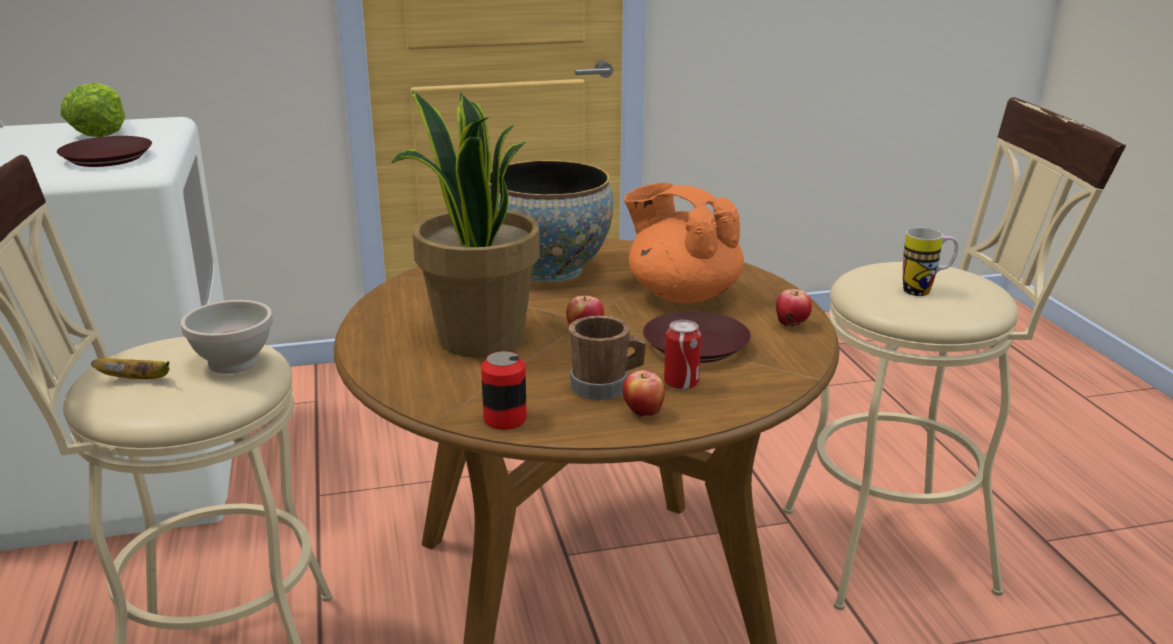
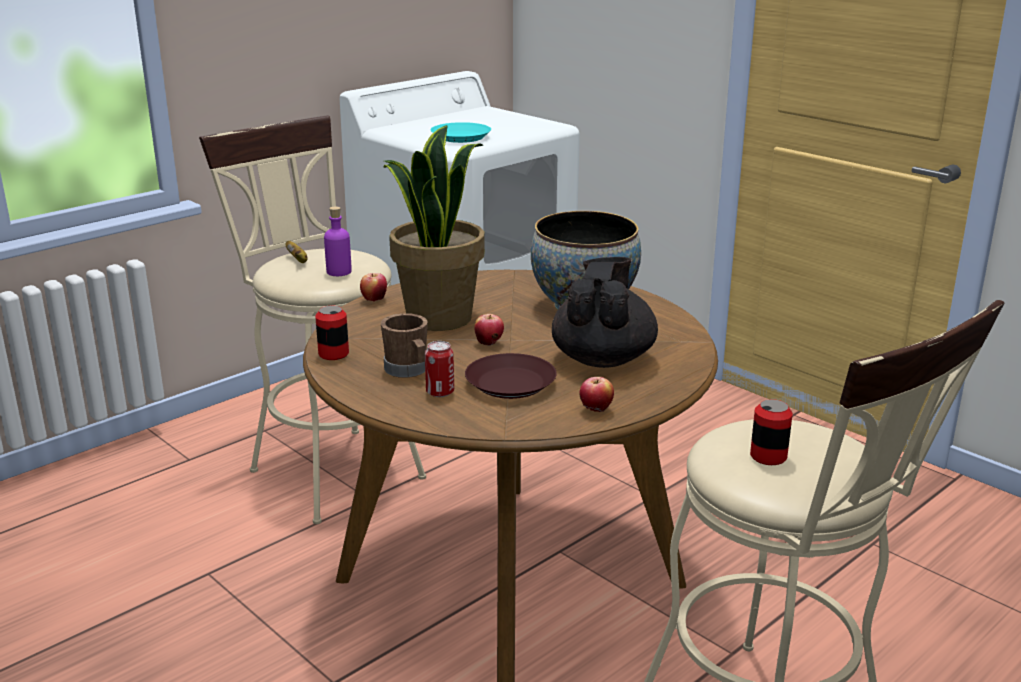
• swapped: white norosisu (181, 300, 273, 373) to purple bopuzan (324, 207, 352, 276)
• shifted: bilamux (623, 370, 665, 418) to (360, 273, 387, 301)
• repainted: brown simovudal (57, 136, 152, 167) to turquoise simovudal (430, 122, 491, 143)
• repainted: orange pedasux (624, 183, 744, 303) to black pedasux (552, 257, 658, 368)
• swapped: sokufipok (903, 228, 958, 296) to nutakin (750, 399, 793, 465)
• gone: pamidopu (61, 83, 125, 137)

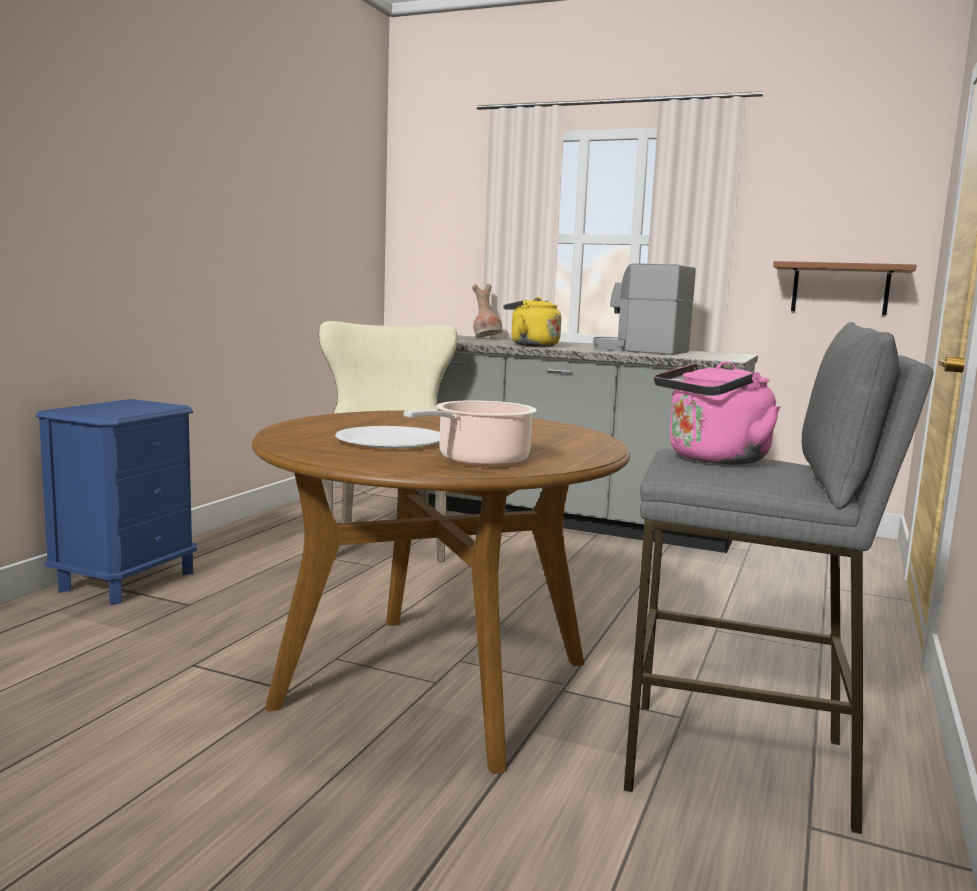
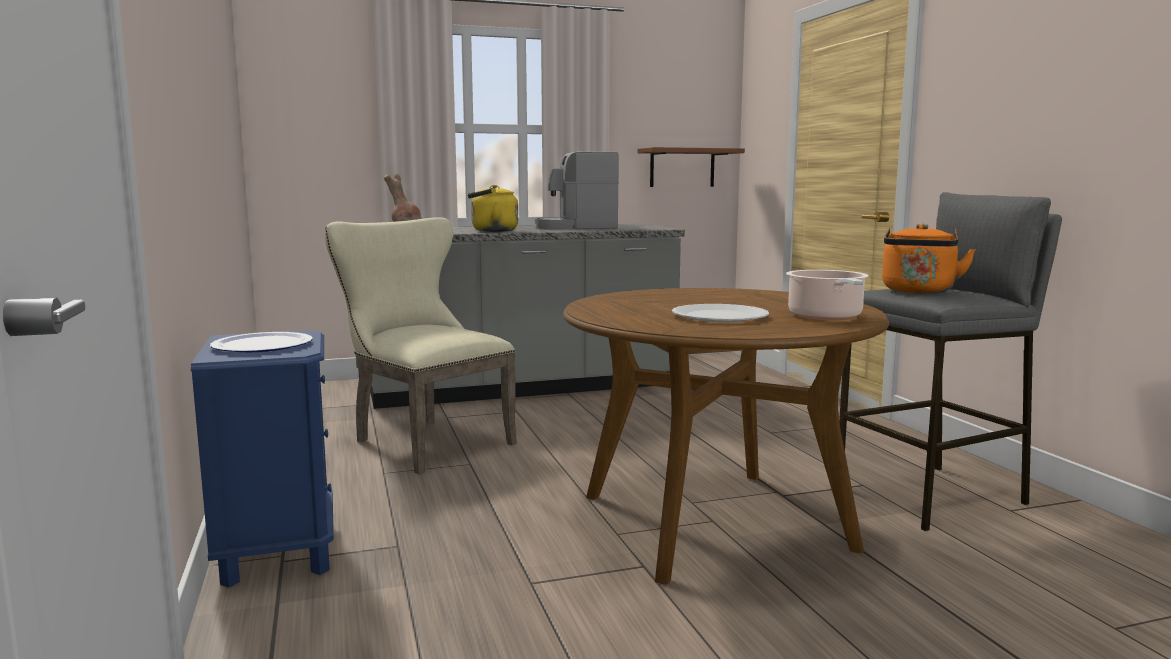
• new: simovudal (210, 332, 313, 352)
• repainted: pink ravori (654, 361, 780, 464) to orange ravori (882, 223, 976, 294)

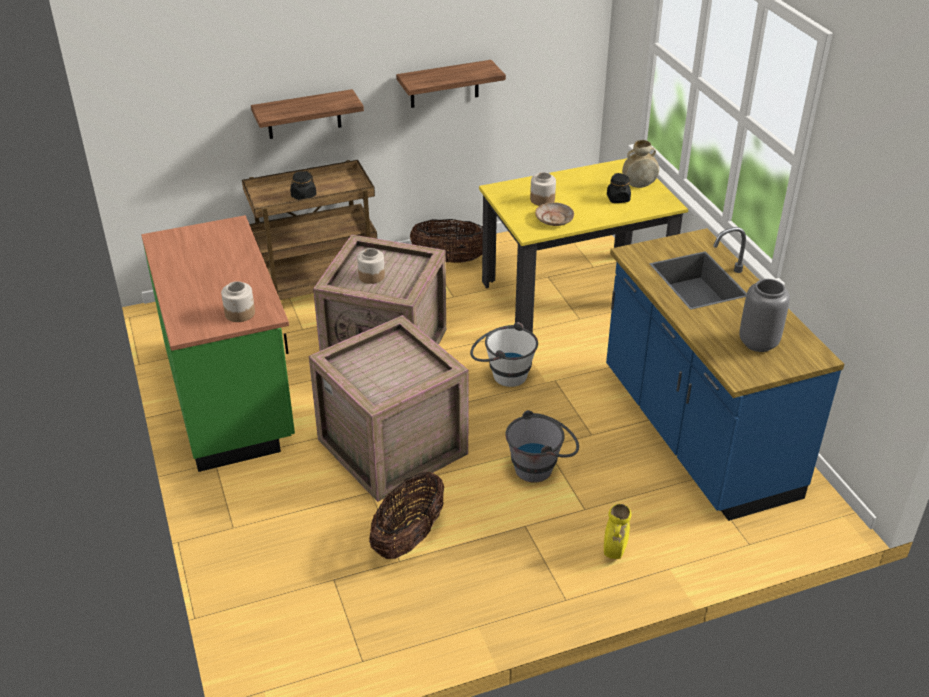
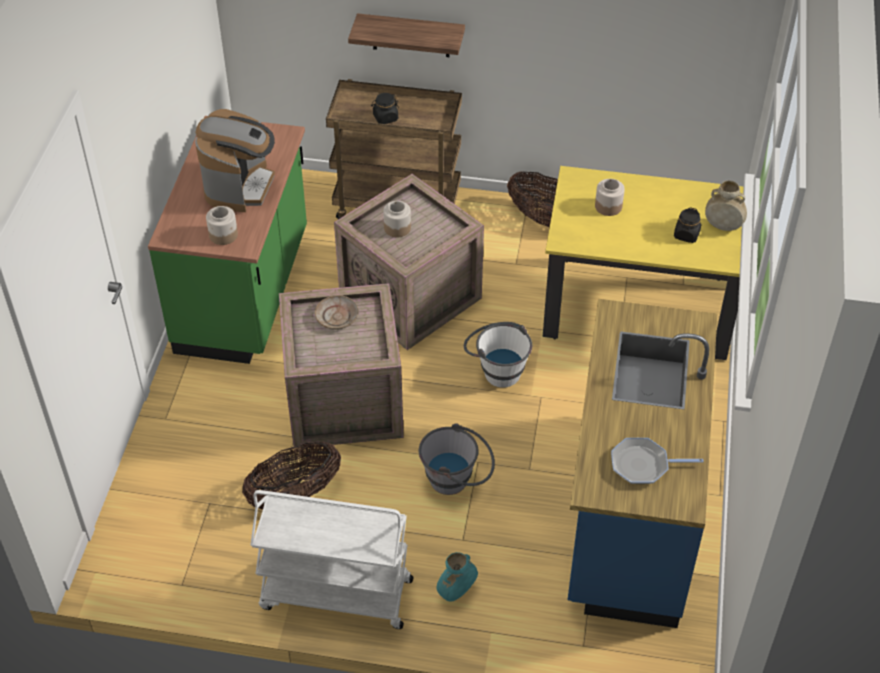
• new: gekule (195, 109, 275, 212)
• new: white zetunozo (250, 490, 413, 629)
• shifted: beige simovudal (535, 202, 574, 226) to (315, 295, 359, 330)
• repainted: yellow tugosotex (604, 504, 631, 559) to turquoise tugosotex (436, 552, 478, 602)
• swapped: grey tugosotex (739, 279, 790, 352) to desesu (611, 438, 704, 484)
• gone: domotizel (396, 60, 506, 108)

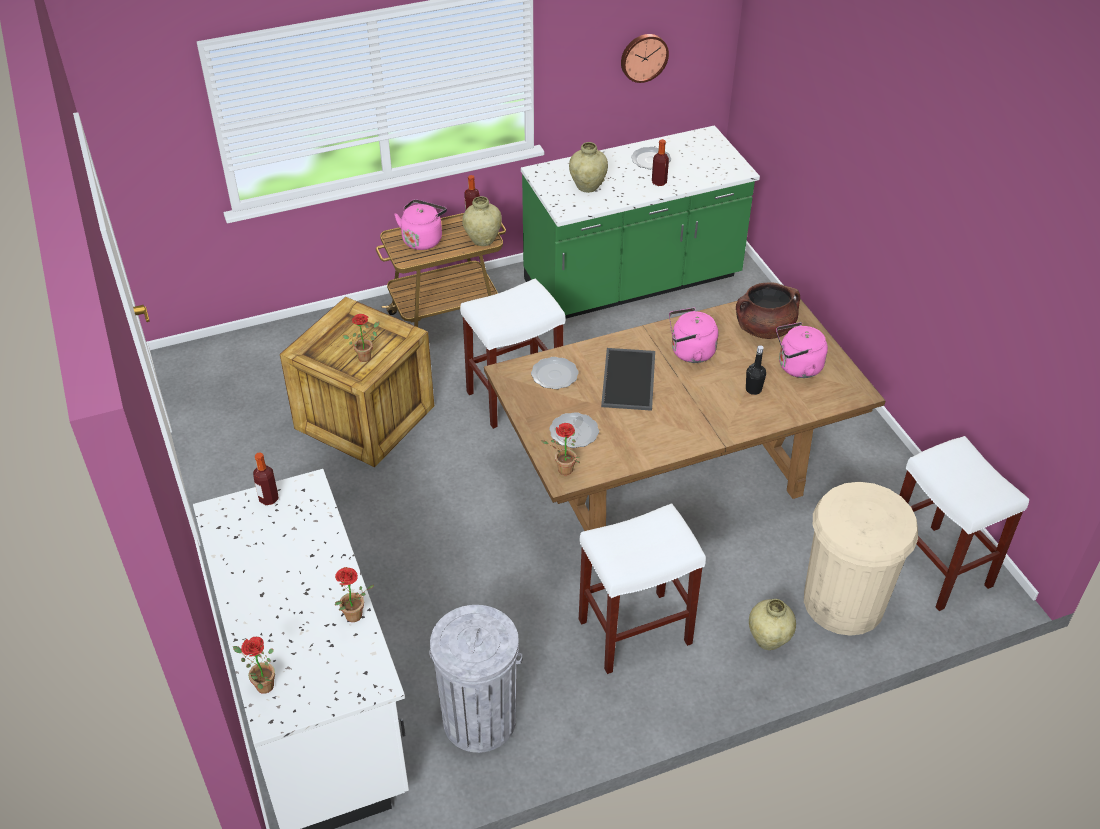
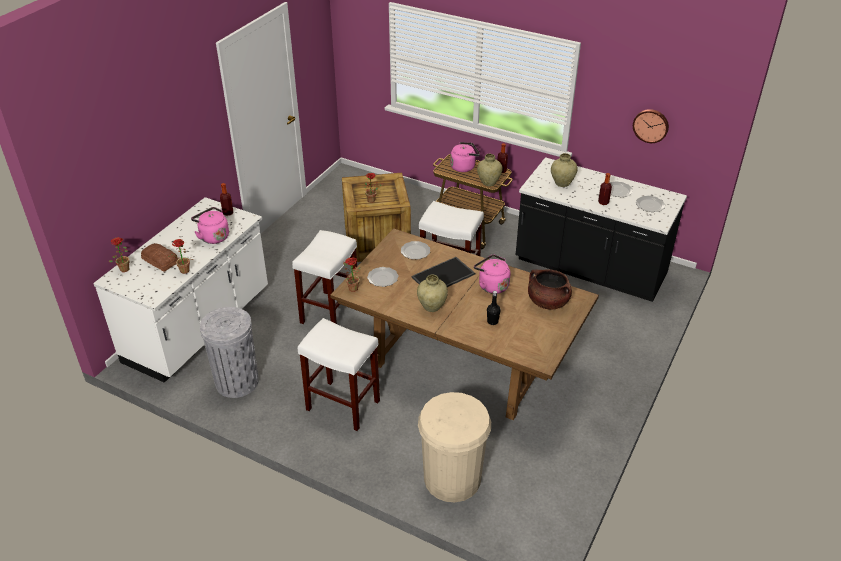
• new: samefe (141, 243, 178, 272)
• shifted: pink ravori (776, 322, 828, 378) to (191, 207, 229, 244)
• shifted: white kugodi (900, 436, 1029, 611) to (292, 230, 357, 324)
• shifted: beige tugosotex (749, 599, 796, 650) to (417, 275, 448, 312)
• repainted: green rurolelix (521, 125, 760, 319) to black rurolelix (516, 157, 687, 302)
• new: simovudal (636, 196, 665, 212)

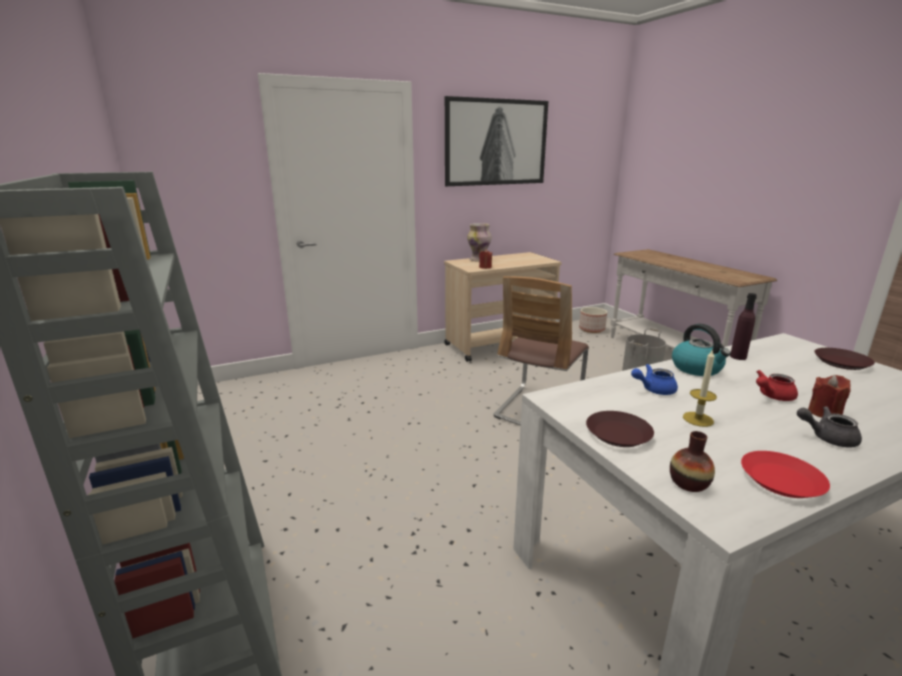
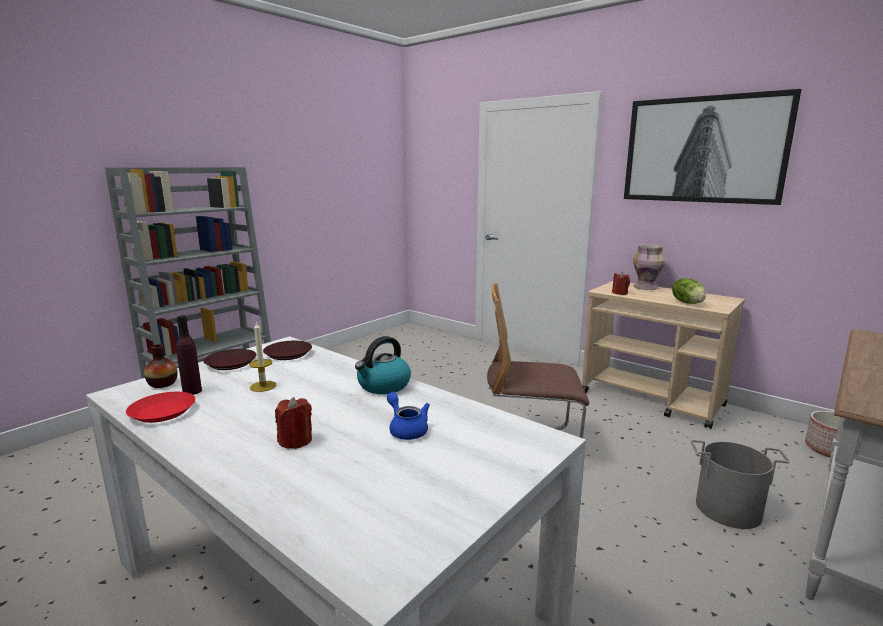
• shifted: purple bopuzan (730, 293, 757, 360) to (176, 315, 202, 395)
• shifted: brown simovudal (814, 348, 875, 370) to (263, 341, 312, 360)
• shifted: blue pedasux (631, 364, 678, 395) to (387, 392, 430, 440)
• new: pamidopu (672, 278, 706, 304)
• gone: red pedasux (756, 370, 798, 401)
• gone: grey pedasux (797, 406, 862, 448)

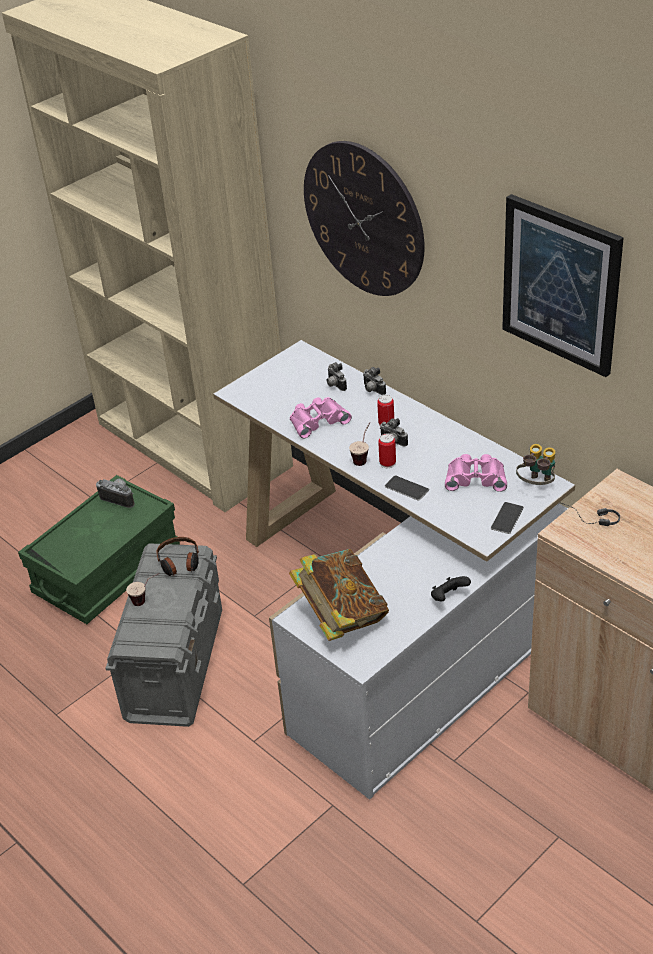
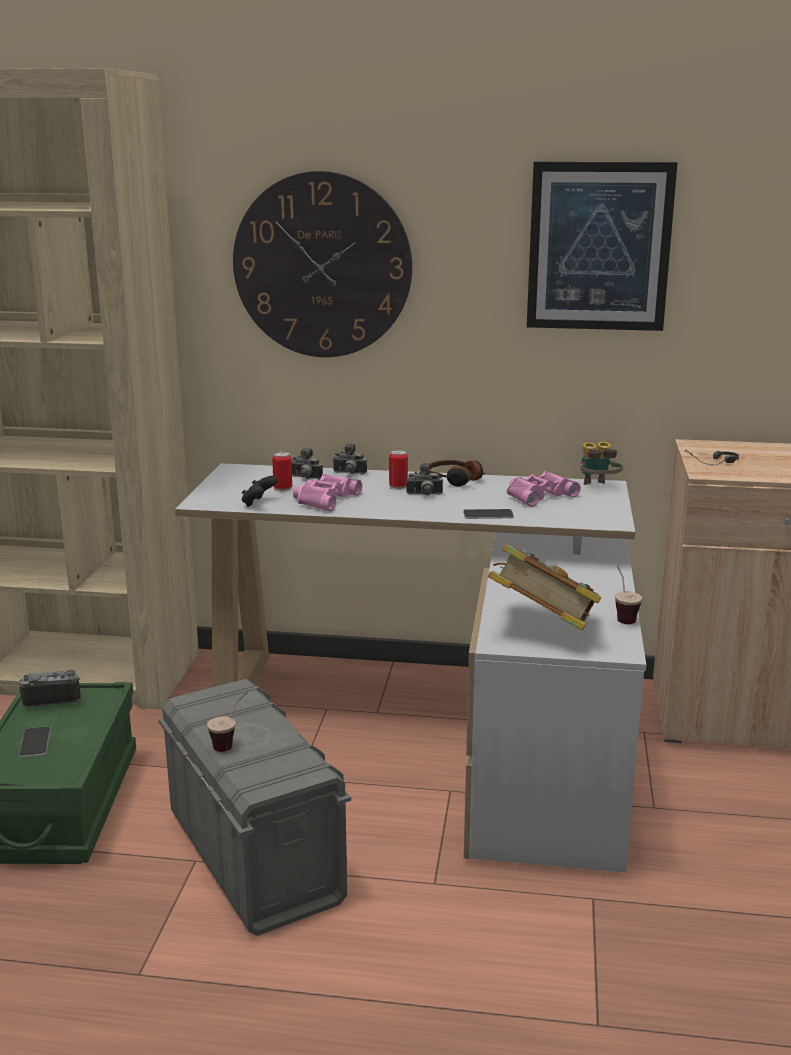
• shifted: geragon (491, 502, 524, 534) to (19, 726, 51, 757)
• shifted: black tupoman (431, 576, 471, 602) to (242, 476, 278, 507)
• shifted: nutakin (378, 434, 396, 468) to (272, 452, 292, 492)
• shifted: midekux (156, 537, 199, 576) to (429, 460, 485, 487)
• shifted: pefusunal (349, 422, 370, 466) to (615, 566, 642, 624)

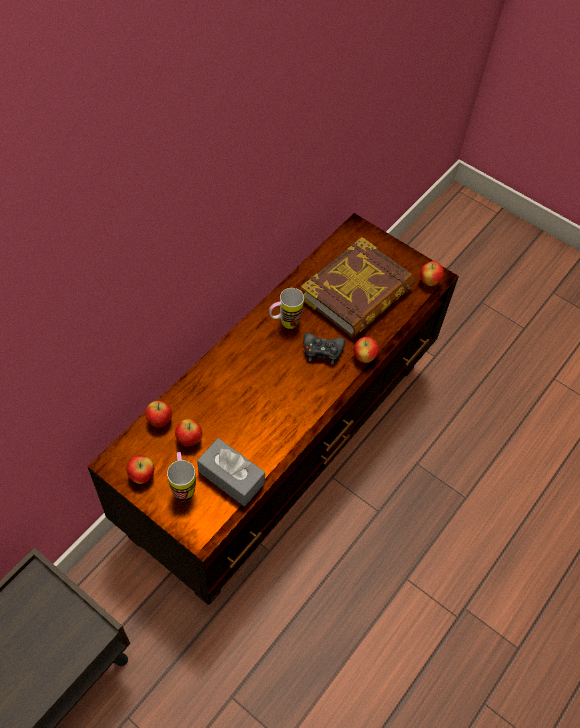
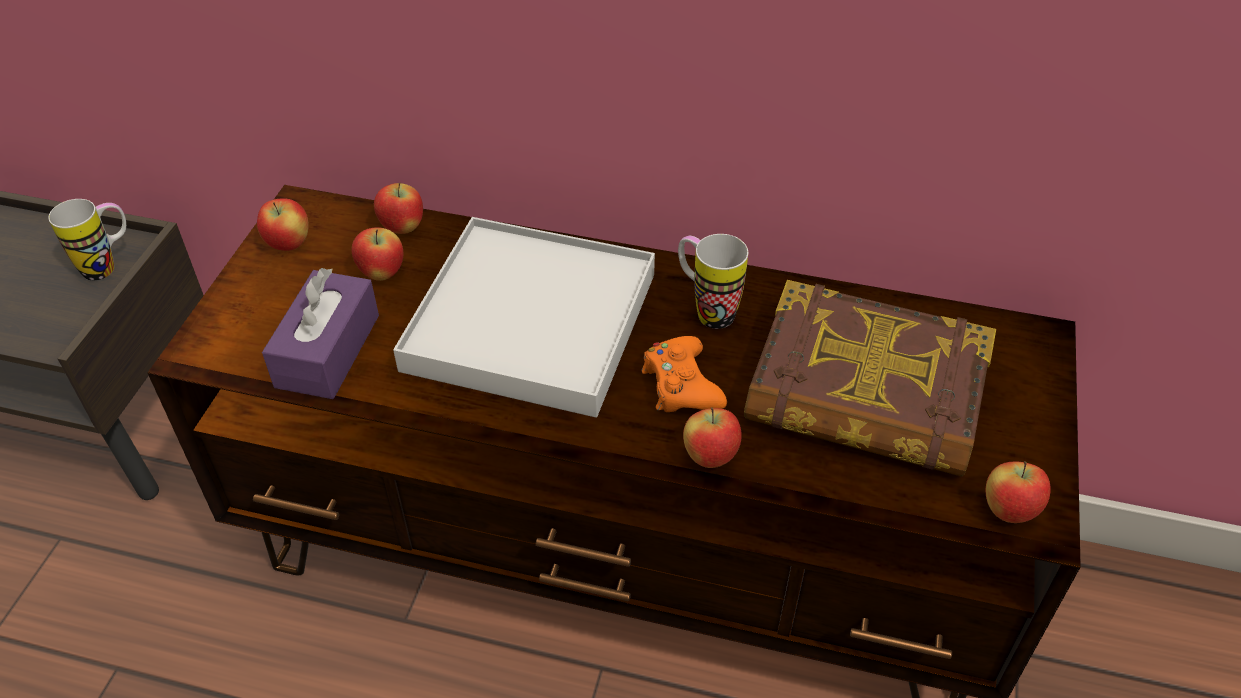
• shifted: sokufipok (167, 452, 196, 502) to (48, 199, 126, 281)
• repainted: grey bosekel (197, 438, 265, 506) to purple bosekel (262, 268, 379, 399)
• new: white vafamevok (393, 217, 655, 418)
• repainted: black tupoman (303, 333, 345, 365) to orange tupoman (641, 336, 727, 412)

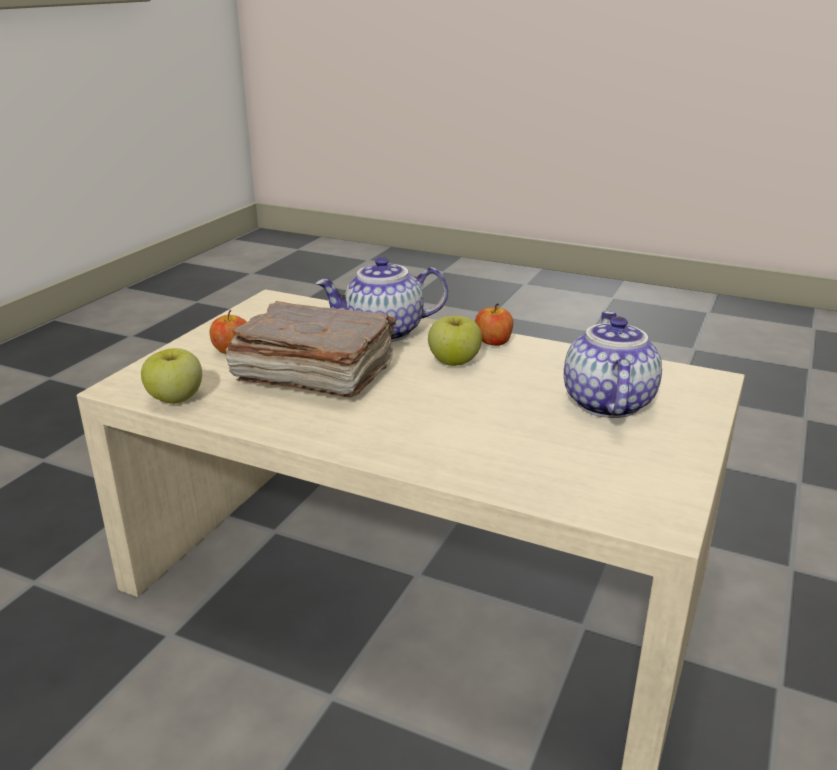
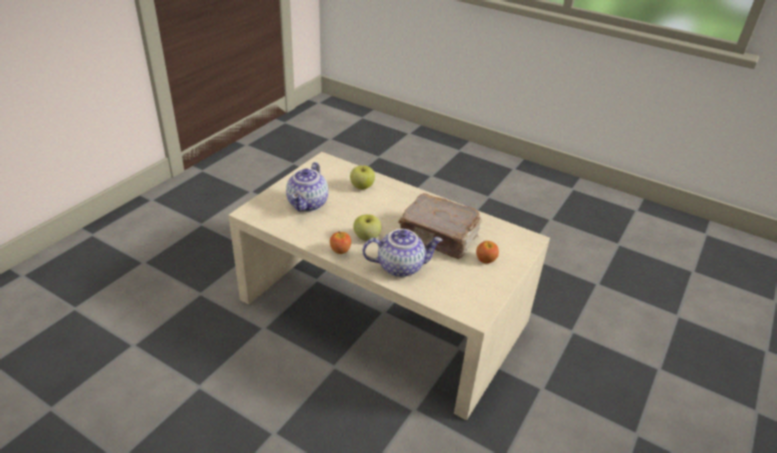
• shifted: bilamux (141, 348, 202, 404) to (350, 165, 375, 189)

